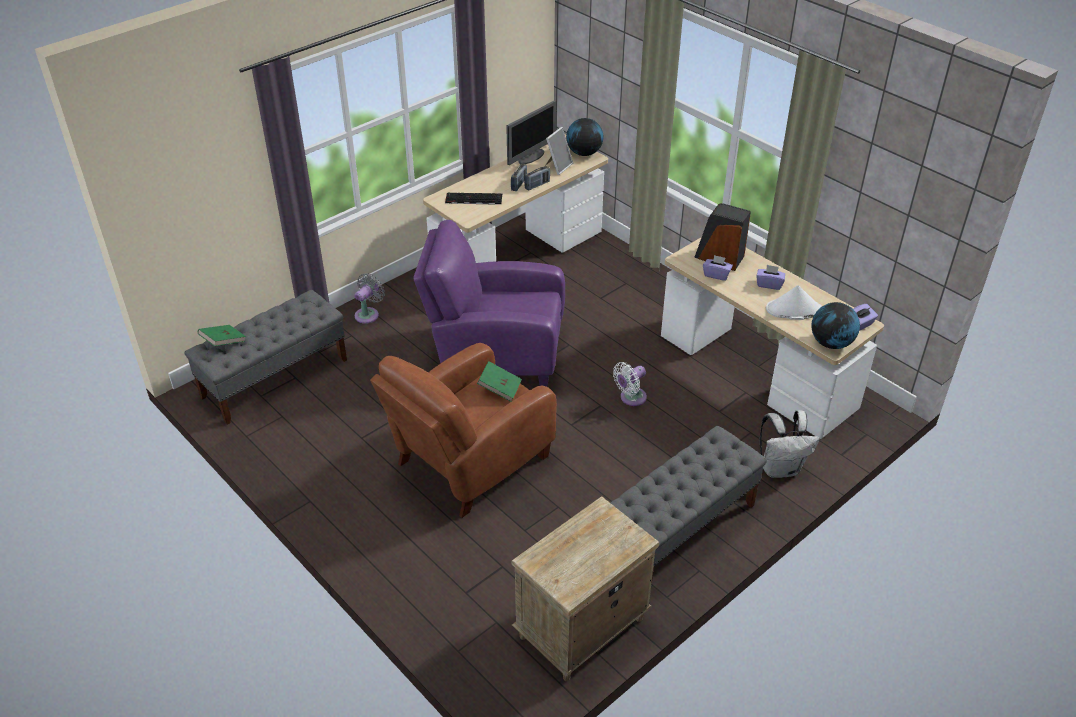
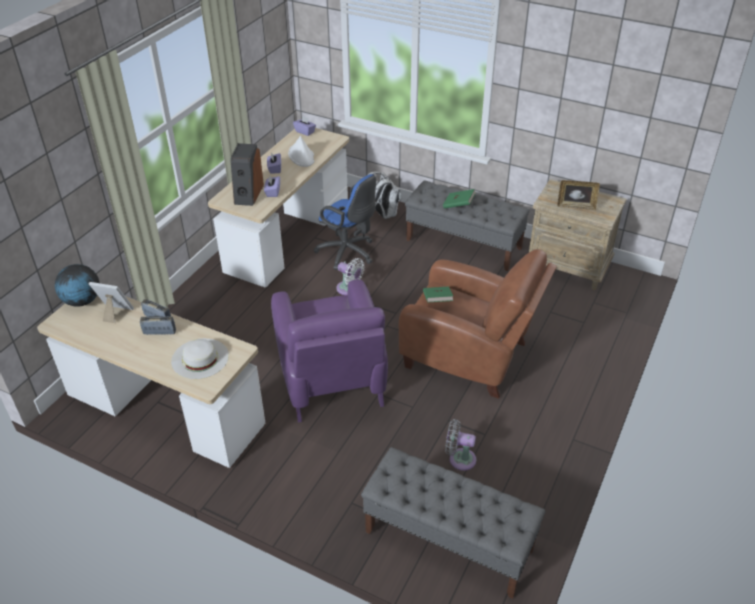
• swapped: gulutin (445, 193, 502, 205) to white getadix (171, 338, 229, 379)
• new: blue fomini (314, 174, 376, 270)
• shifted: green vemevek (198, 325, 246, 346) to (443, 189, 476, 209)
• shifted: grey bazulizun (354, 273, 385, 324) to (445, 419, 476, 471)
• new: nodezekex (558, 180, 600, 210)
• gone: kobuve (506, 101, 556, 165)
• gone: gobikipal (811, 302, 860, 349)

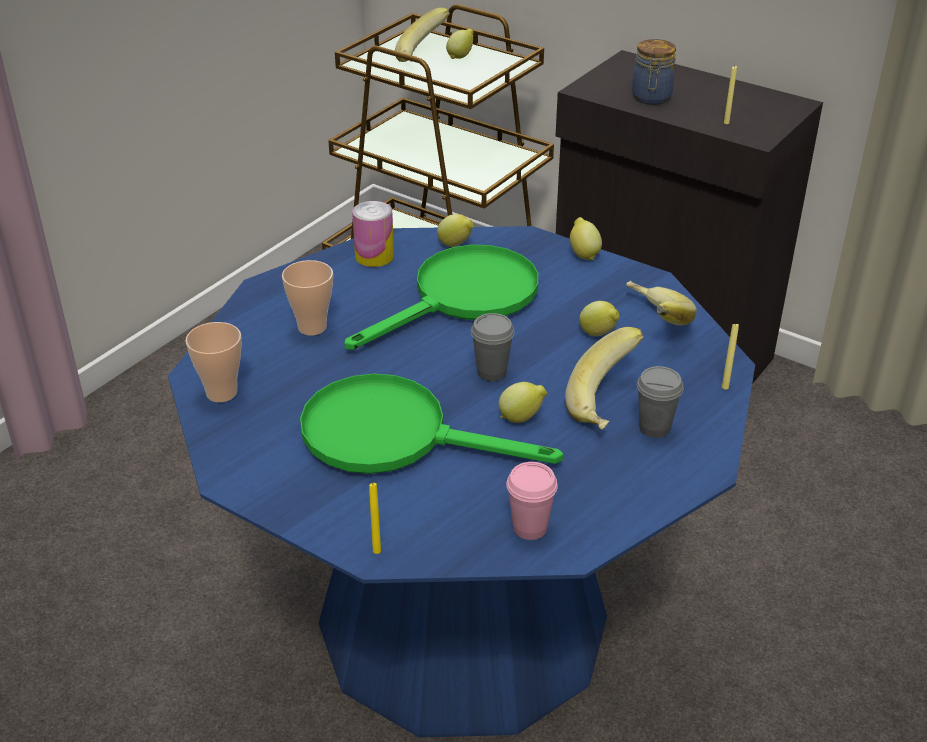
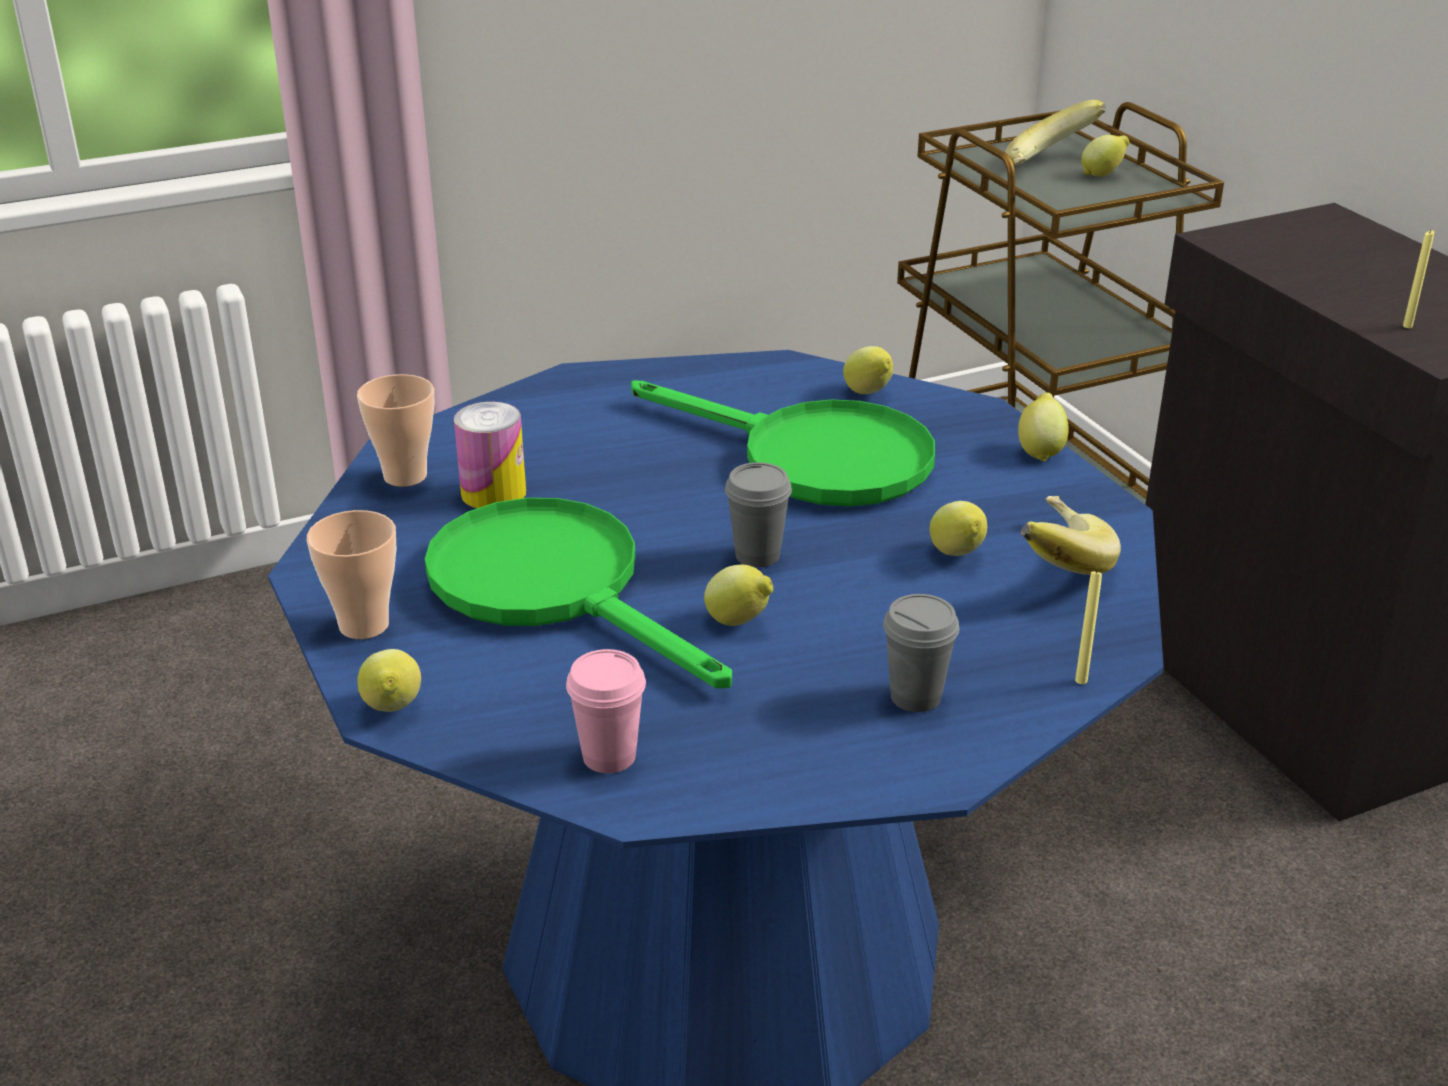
• shifted: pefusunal (282, 260, 333, 336) to (307, 510, 396, 639)
• swapped: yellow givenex (369, 482, 381, 554) to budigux (357, 649, 421, 712)
• shifted: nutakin (352, 201, 394, 267) to (454, 402, 526, 508)
• rotated: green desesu (344, 245, 538, 350) = (631, 381, 935, 506) 45 degrees clockwise
• gone: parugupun (565, 327, 644, 430)
• gone: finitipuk (632, 39, 676, 105)

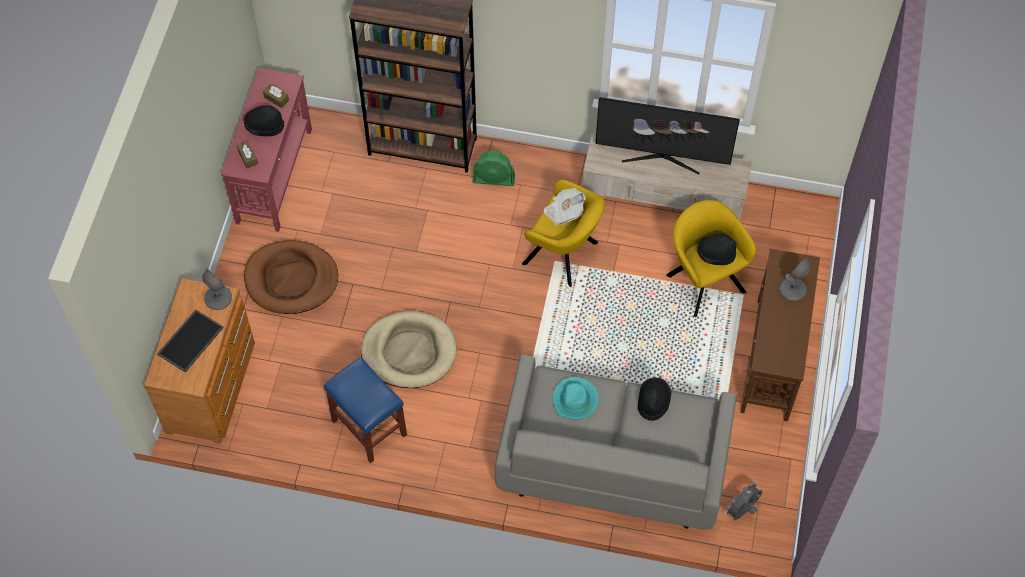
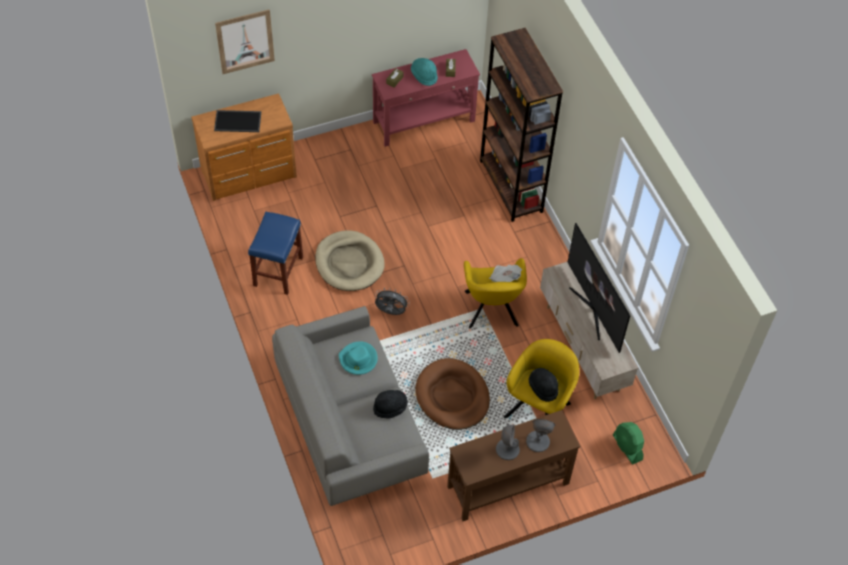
• new: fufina (215, 9, 275, 74)
• shifted: grey bazulizun (723, 480, 763, 520) to (375, 288, 410, 315)
• repainted: black getadix (244, 105, 284, 136) to turquoise getadix (411, 58, 438, 86)
• shifted: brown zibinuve (244, 240, 338, 314) to (415, 358, 490, 430)
• shifted: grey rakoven (202, 268, 232, 310) to (496, 424, 520, 460)
• shifted: green bazulizun (472, 151, 515, 186) to (613, 422, 644, 465)

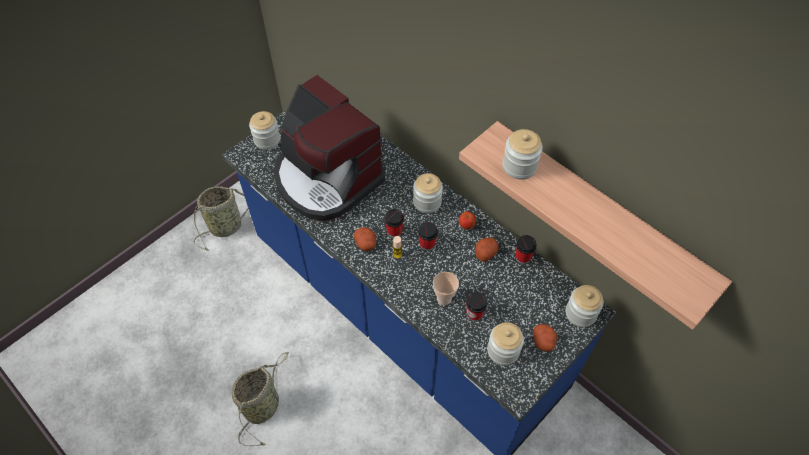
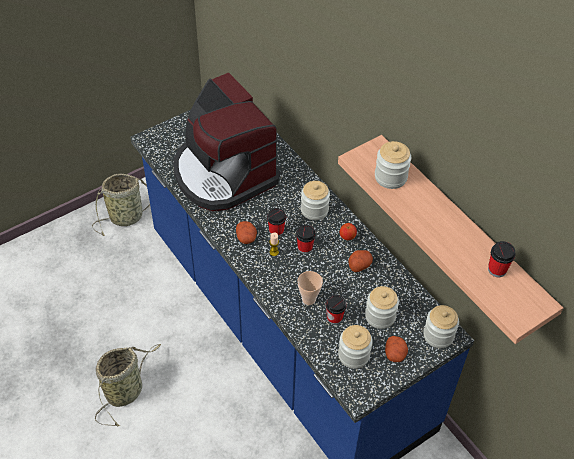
• shifted: finitipuk (249, 111, 280, 150) to (365, 286, 399, 329)
• shifted: pefusunal (515, 235, 537, 264) to (488, 241, 516, 277)

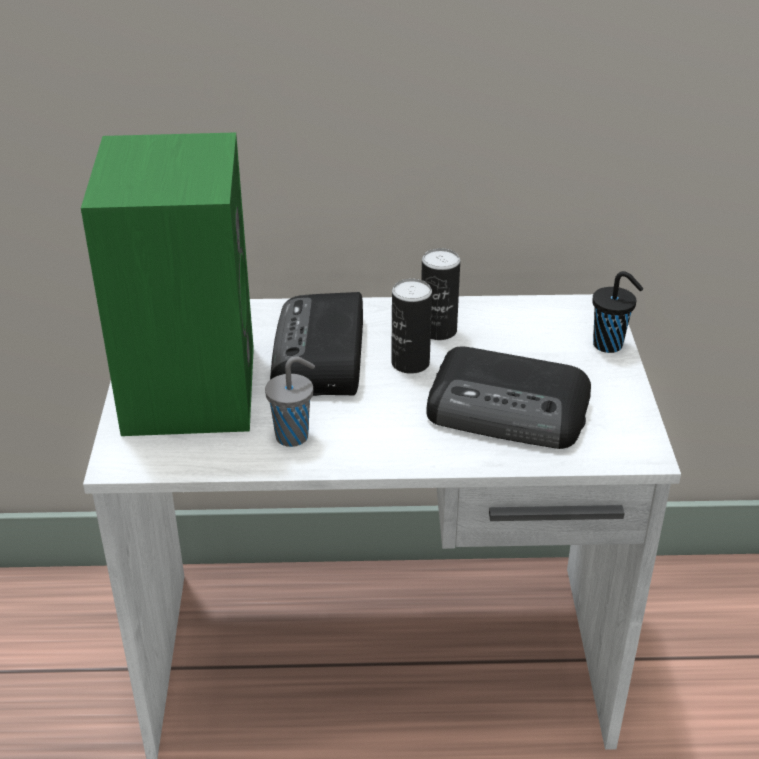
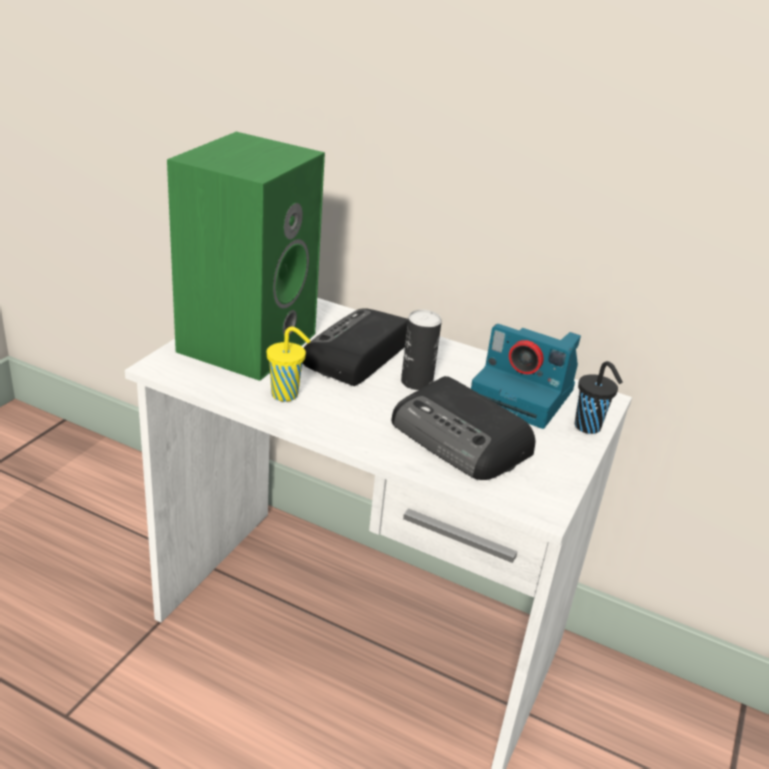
• repainted: grey pefusunal (265, 356, 315, 447) to yellow pefusunal (267, 327, 310, 402)
• new: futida (471, 324, 581, 429)
• gone: nutakin (421, 248, 460, 340)

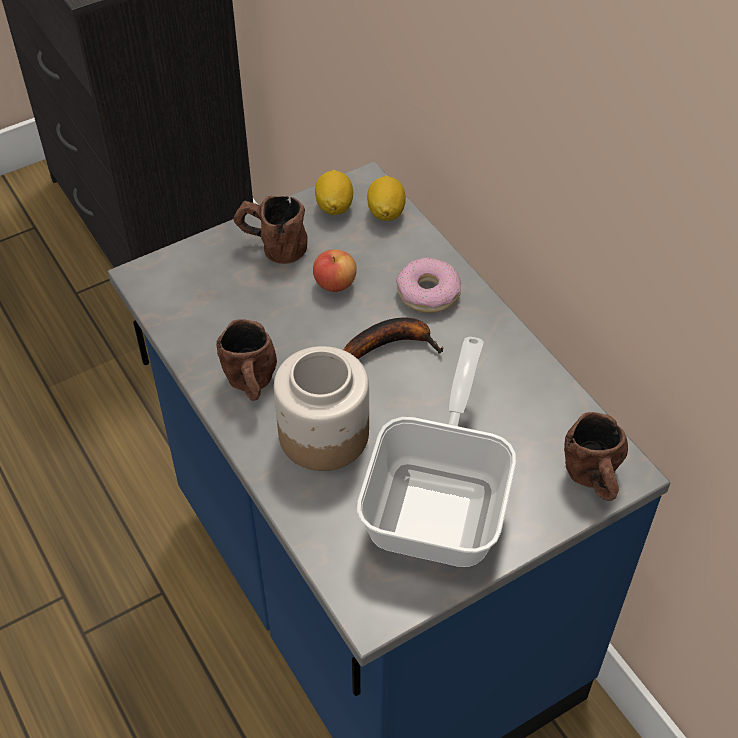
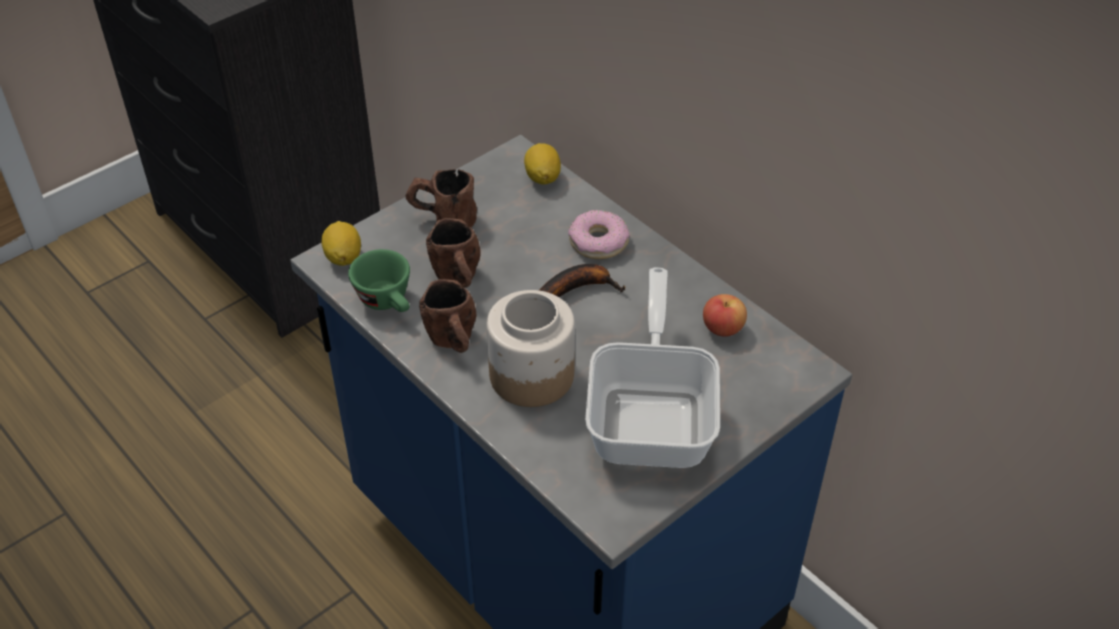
• shifted: budigux (315, 170, 353, 215) to (321, 221, 361, 266)
• new: green pefusunal (348, 249, 410, 312)
• shifted: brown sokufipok (564, 412, 628, 501) to (426, 218, 481, 288)
• shifted: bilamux (313, 249, 357, 292) to (703, 294, 747, 337)

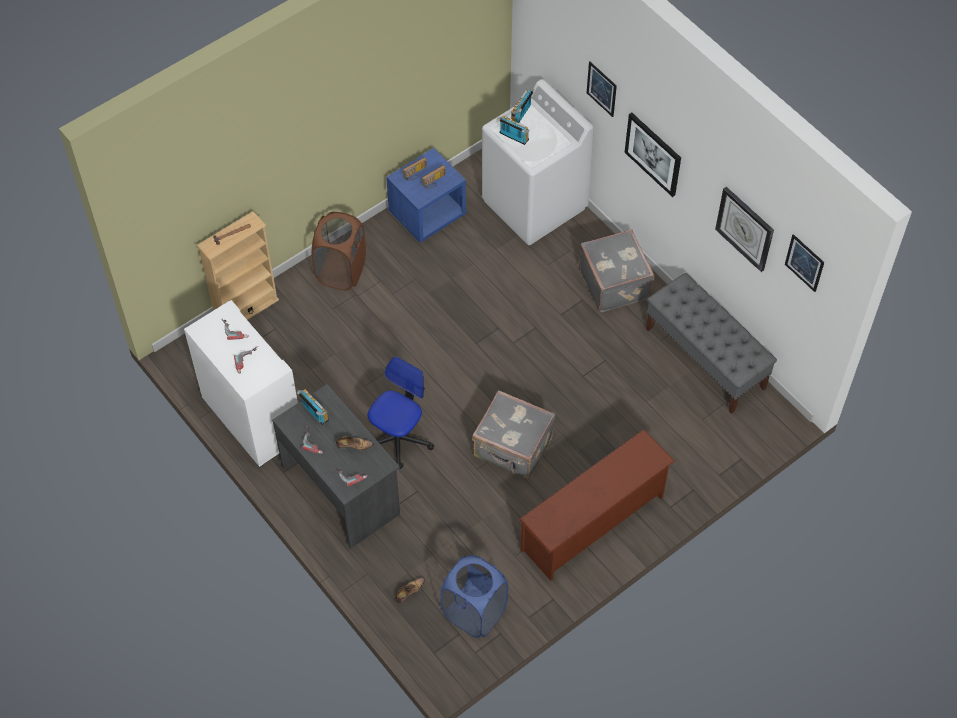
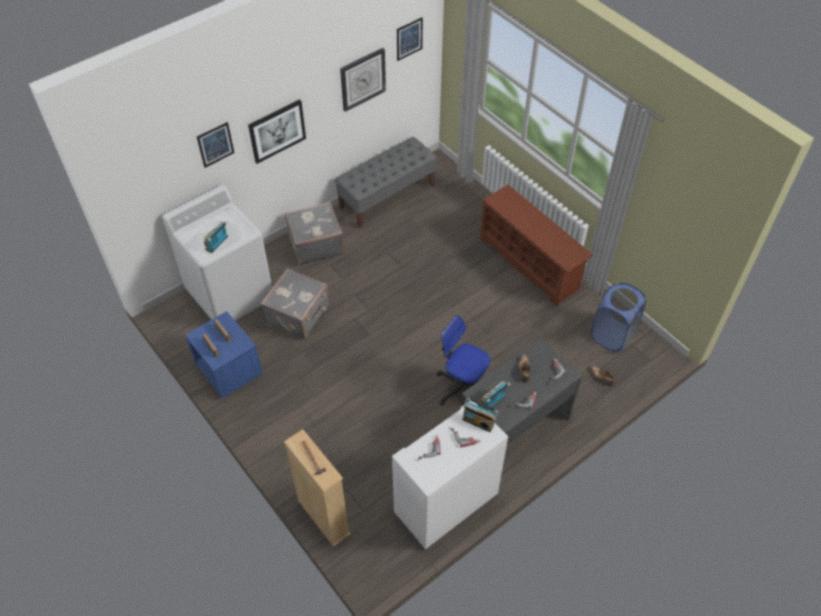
• shifted: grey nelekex (472, 390, 555, 479) to (260, 268, 329, 340)
• shifted: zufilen (511, 89, 535, 123) to (462, 398, 499, 432)
• gone: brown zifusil (312, 212, 366, 290)

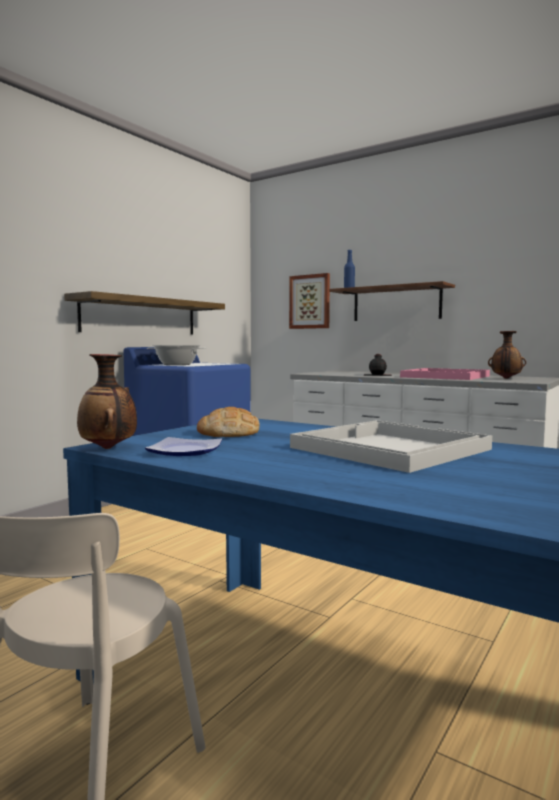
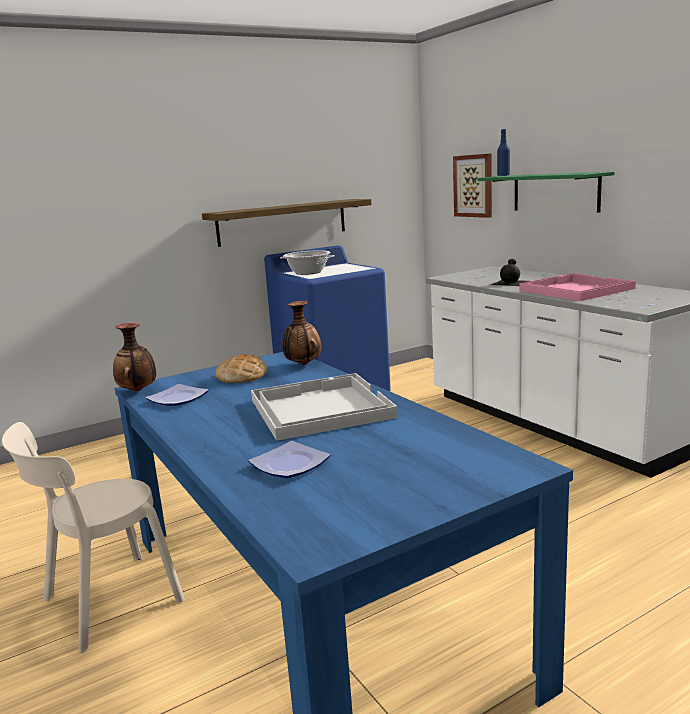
• new: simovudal (248, 441, 331, 478)
• shifted: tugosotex (488, 331, 526, 379) to (282, 301, 321, 365)
• repainted: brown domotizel (329, 281, 455, 321) to green domotizel (478, 171, 615, 212)

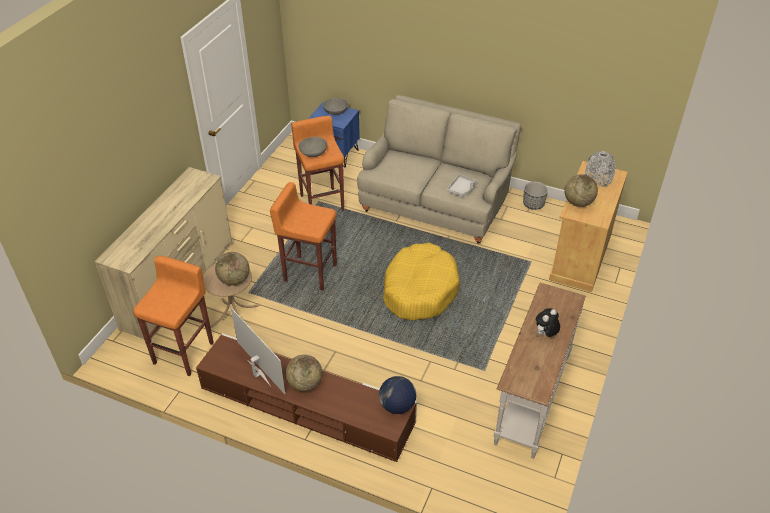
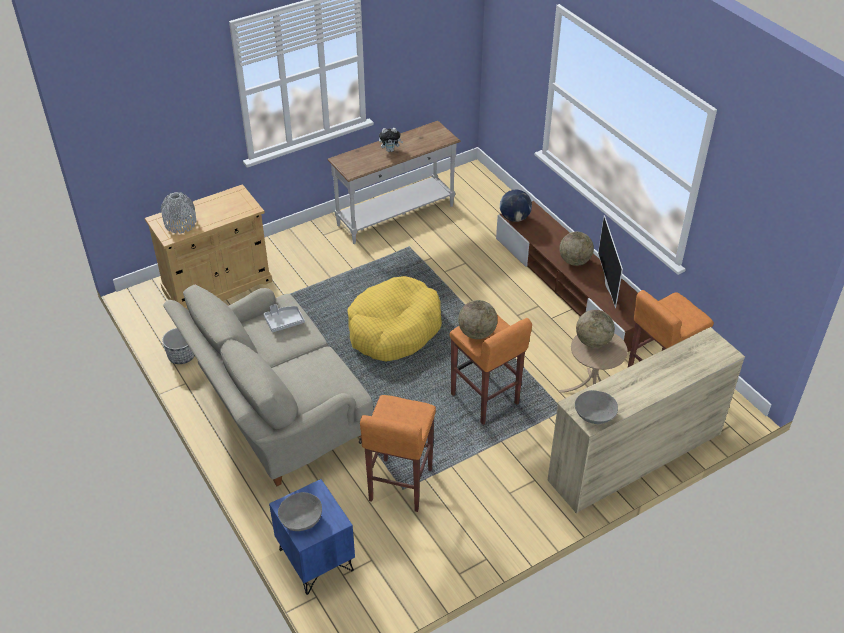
• shifted: gobikipal (564, 174, 598, 207) to (458, 300, 498, 339)
• shifted: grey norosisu (298, 137, 327, 157) to (575, 390, 618, 424)

